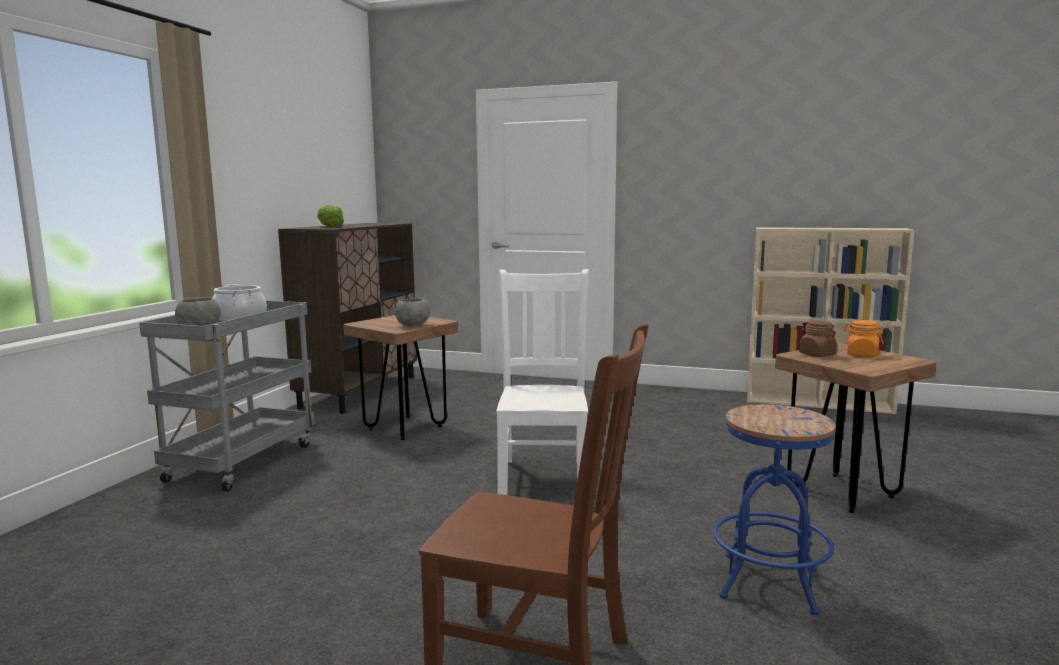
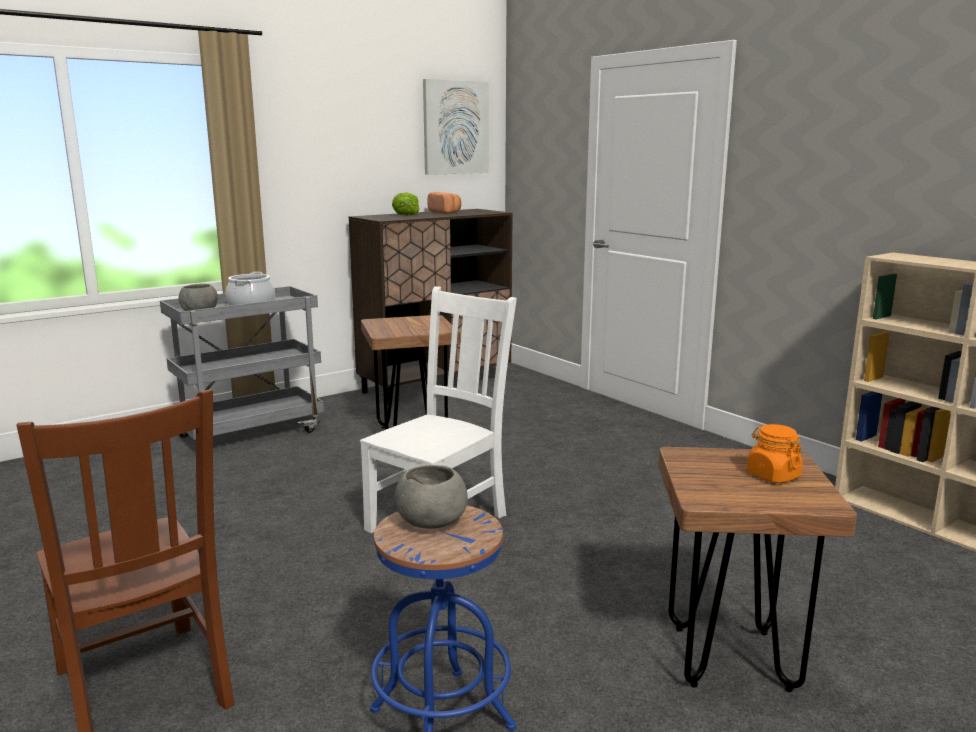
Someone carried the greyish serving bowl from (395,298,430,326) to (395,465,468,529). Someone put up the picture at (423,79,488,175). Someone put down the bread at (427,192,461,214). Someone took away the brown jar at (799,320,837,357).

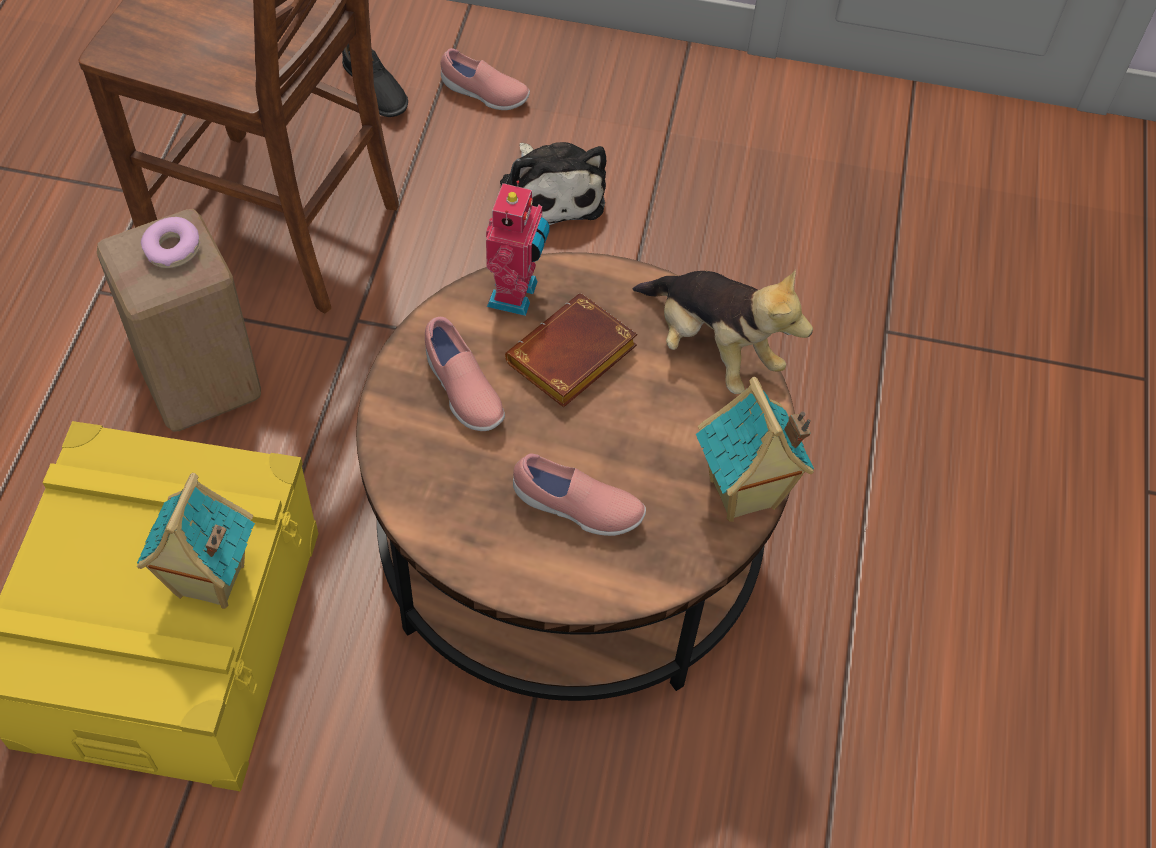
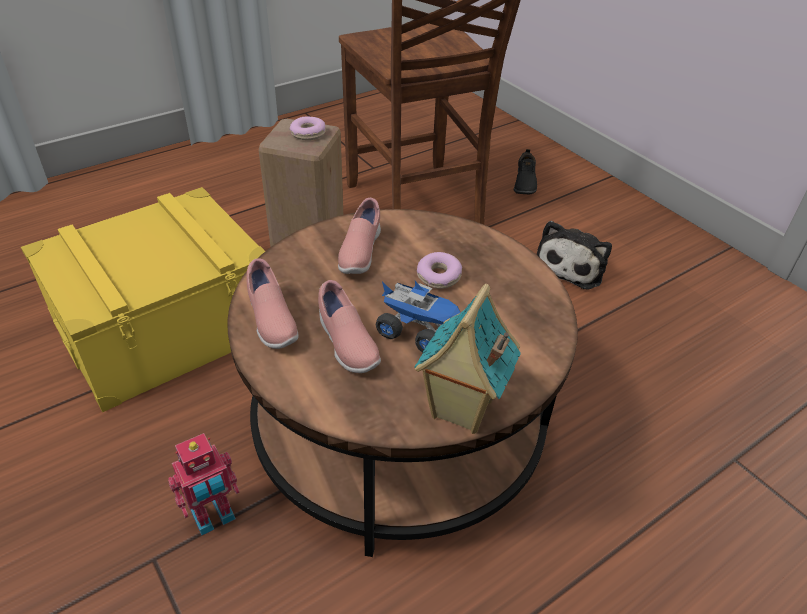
Someone carried the robot figure from (486,181,550,316) to (168,433,240,536). Someone carried the pinkish item of footwear from (441,48,530,110) to (247,258,299,349). Someone put down the toy lorry at (376,281,461,352). Someone swapped the brown bound book at (505,293,637,407) for the donut at (417,252,462,289). Someone took away the toy house at (137,473,255,609). Someone took away the soft toy at (633,269,813,394).

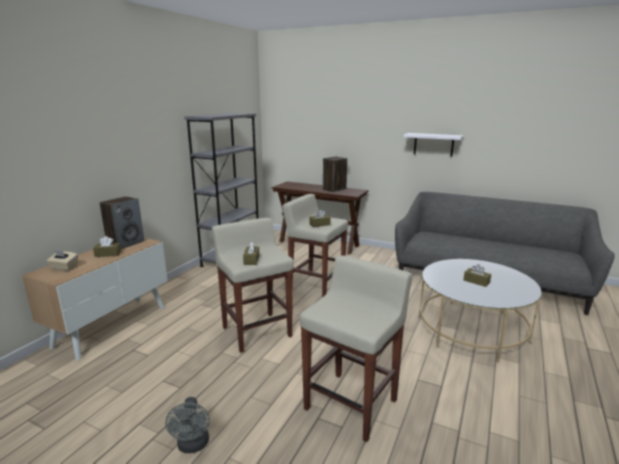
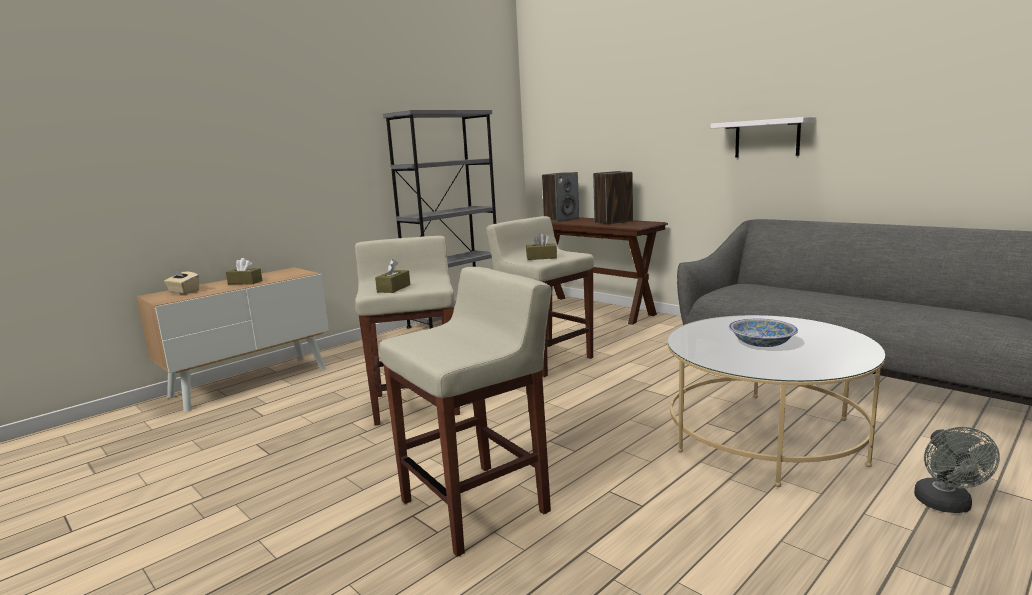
Someone carried the audio speaker from (100,196,144,249) to (542,172,579,222). Someone swapped the brown tissue holder at (464,264,491,287) for the serving bowl at (729,318,798,347). Someone carried the greyish cooling fan from (165,397,210,453) to (914,427,1000,513).

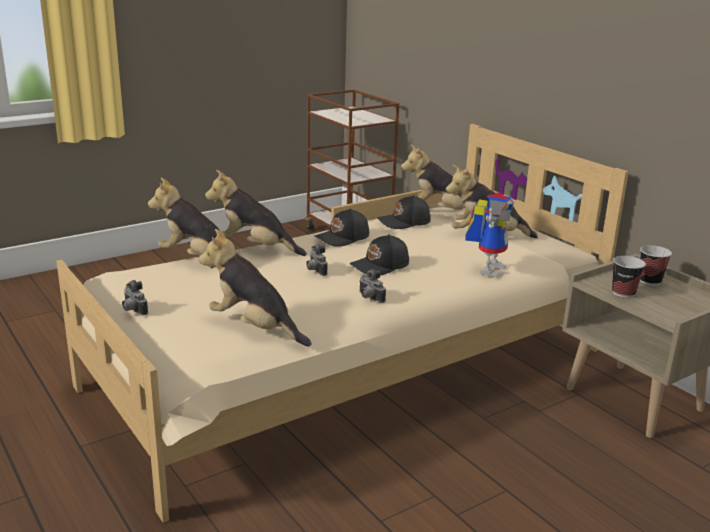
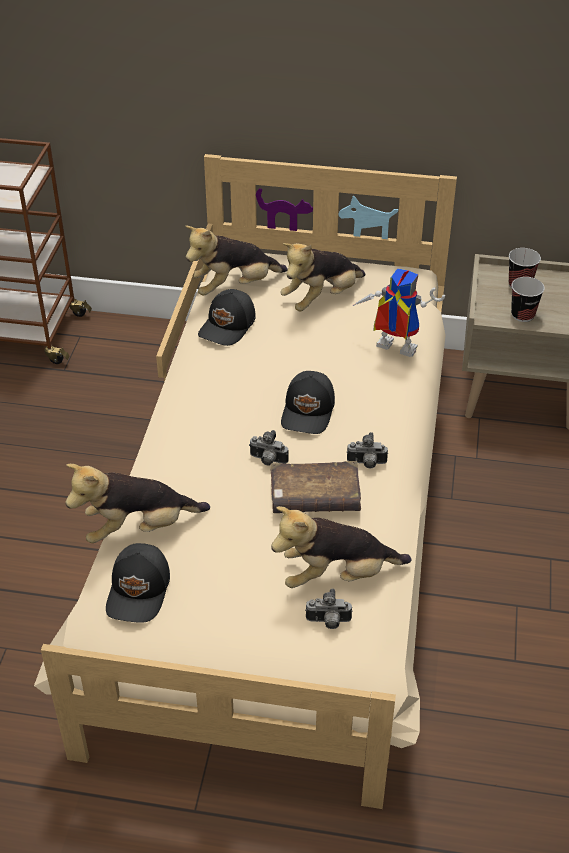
Someone carried the black peaked cap from (315,209,369,247) to (106,543,170,623). Someone put down the brown bound book at (270,461,361,513). Someone carried the photo camera from (122,280,148,316) to (305,589,353,629). Someone rotated the robot figure at (465,193,514,278) by 45 degrees counterclockwise. Someone took away the soft toy at (205,170,307,256).

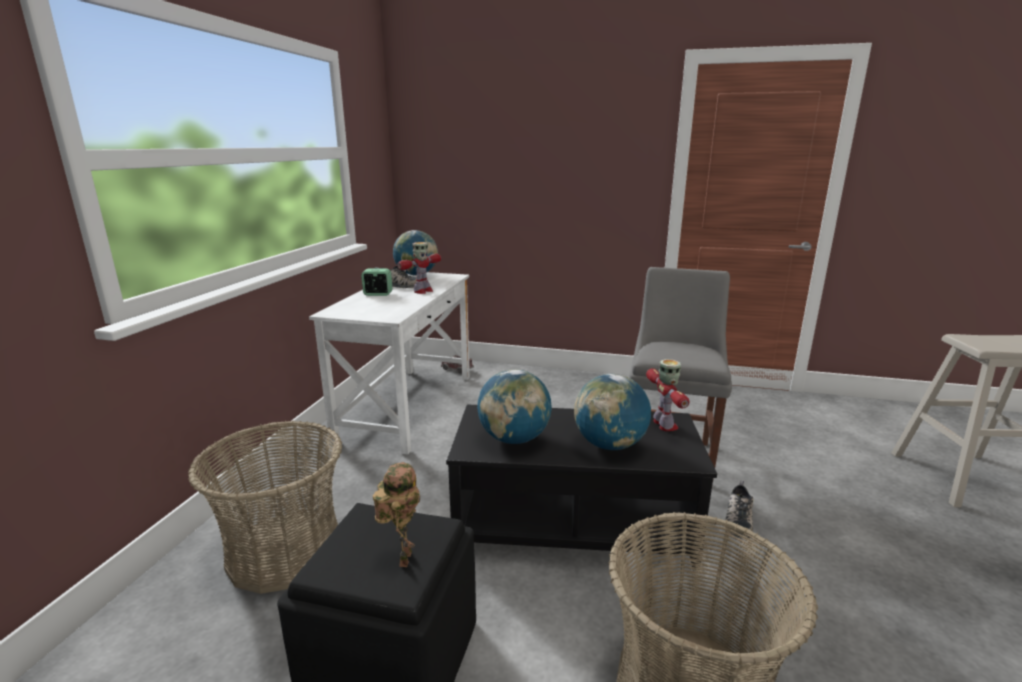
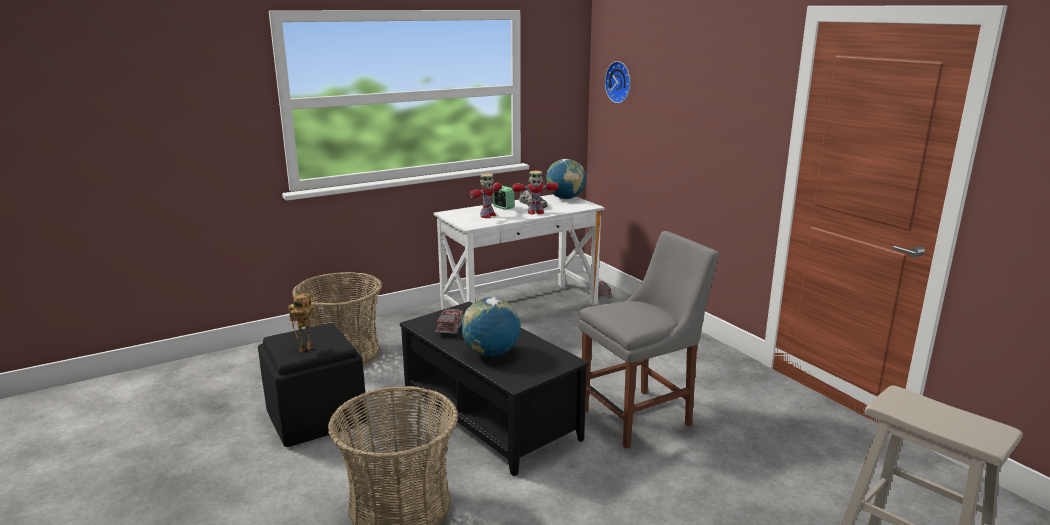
Someone swapped the desk globe at (477,369,552,444) for the toy lorry at (435,309,464,335). Someone carried the robot figure from (646,359,689,431) to (470,173,502,218). Someone put up the wall clock at (605,61,631,103). Someone took away the item of footwear at (725,480,753,539).

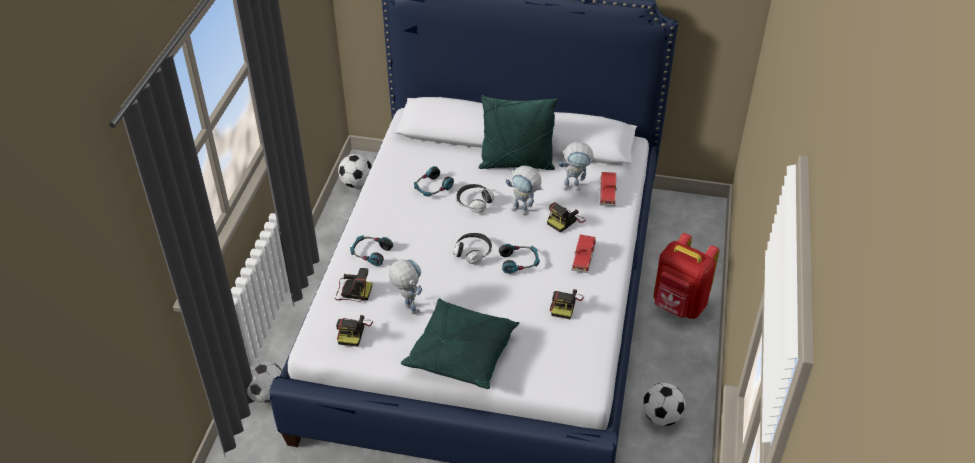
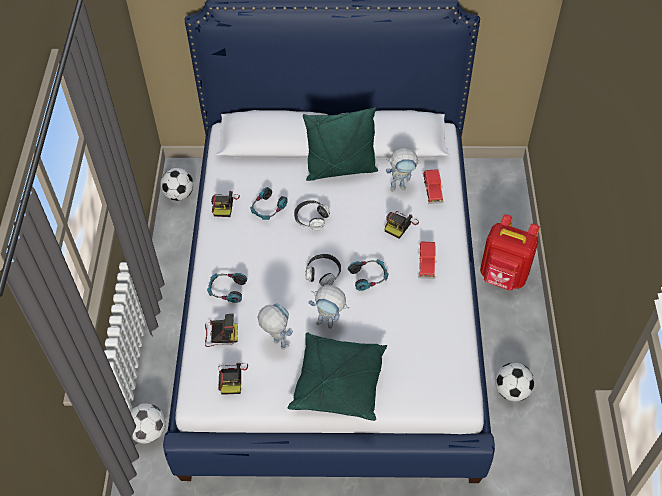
Someone carried the photo camera from (550,289,584,319) to (211,191,240,217). Someone carried the robot figure from (506,166,543,215) to (309,285,349,329).

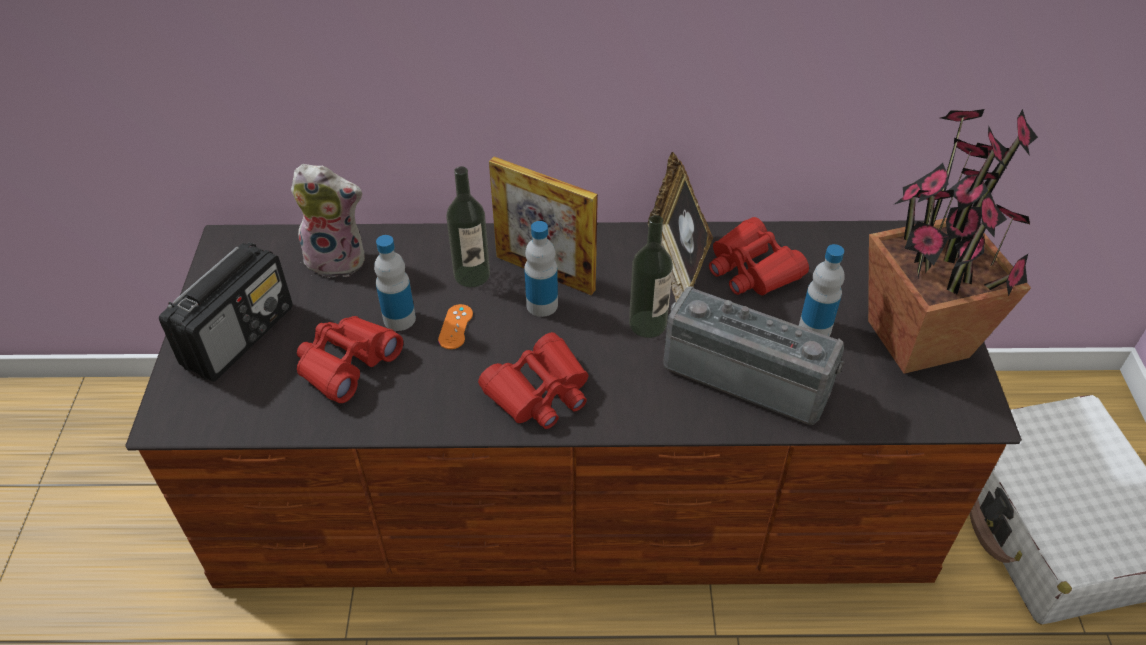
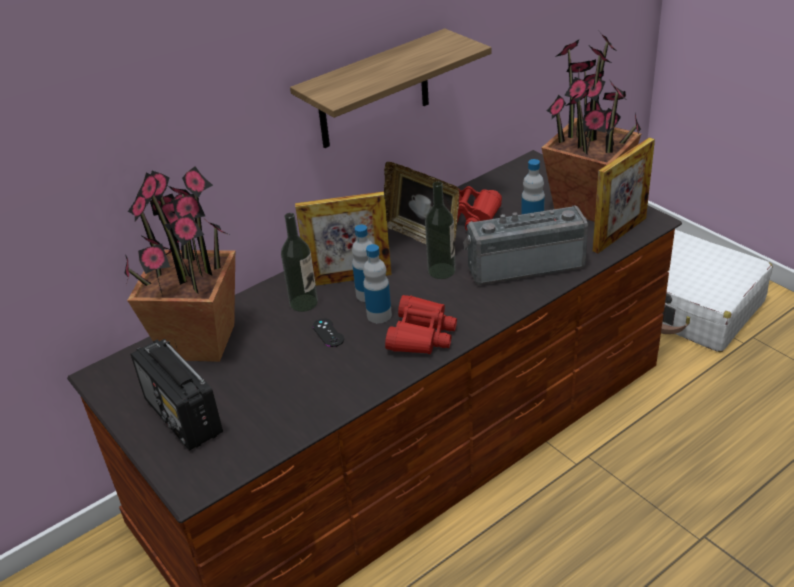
Someone swapped the soft toy at (291,164,365,278) for the houseplant at (125,166,235,362). Someone rotated the radio set at (159,243,293,382) by 150 degrees clockwise. Someone put up the bracket shelf at (290,29,492,148). Someone repainted the orangey gamepad at (438,304,473,349), which became the black gamepad at (313,318,344,347). Someone carried the bottle from (374,235,416,331) to (363,244,392,323). Someone put down the standing frame at (593,137,655,254). Someone took away the red field glasses at (297,316,403,403).

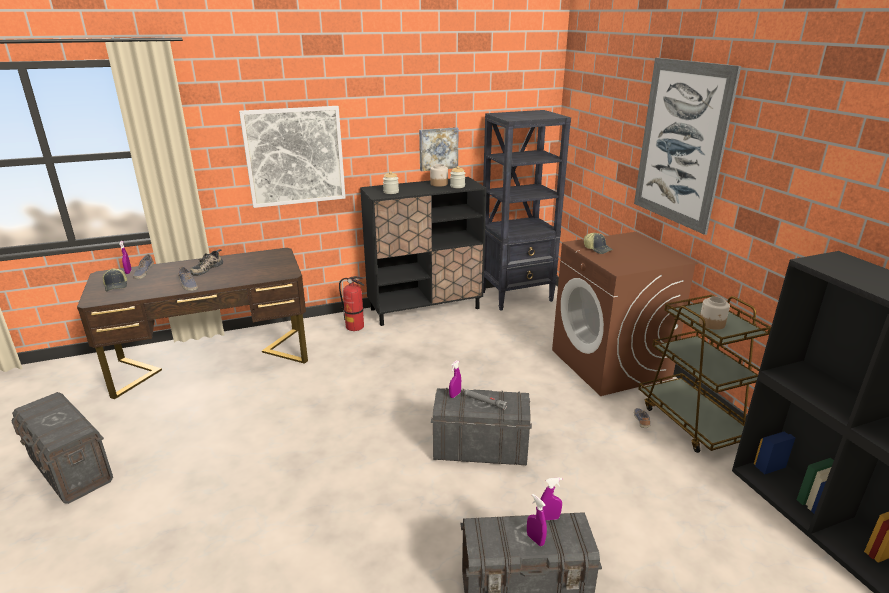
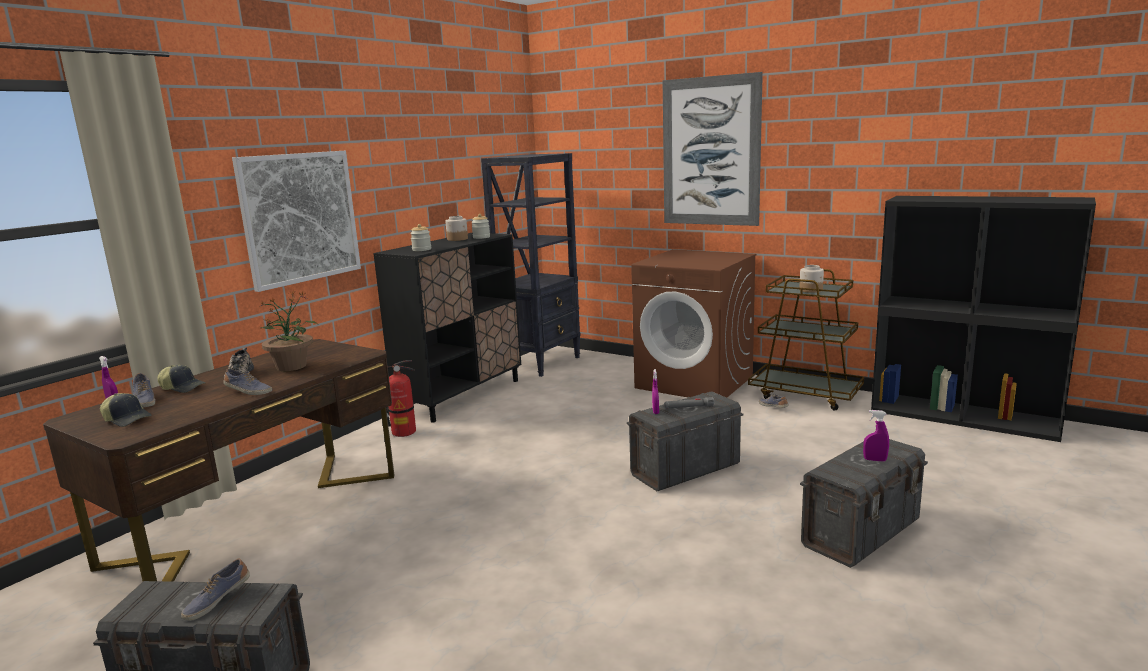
Someone carried the peaked cap from (584,233,613,254) to (157,365,206,393). Someone put down the item of footwear at (181,558,250,621). Someone put down the houseplant at (259,289,317,371). Someone took away the picture at (419,127,459,171). Someone took away the purple sprayer at (541,477,562,520).

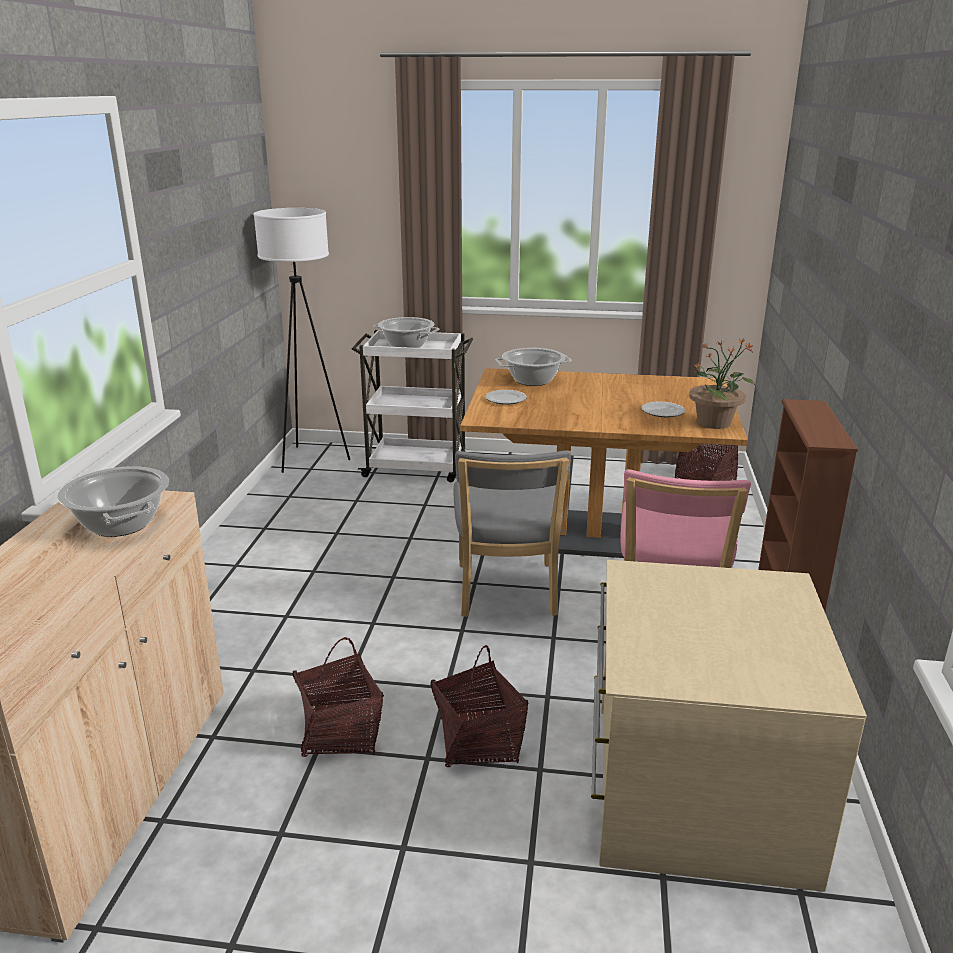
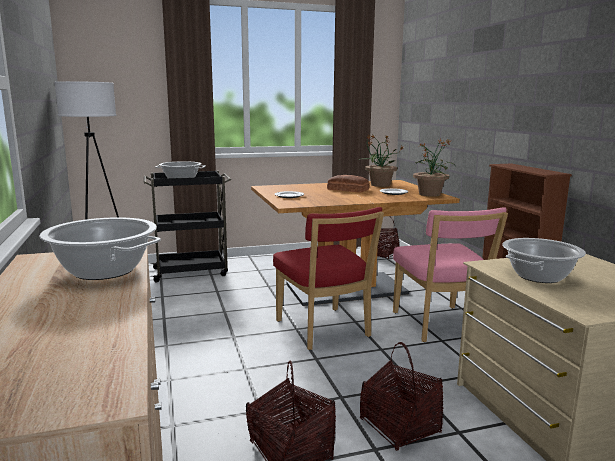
Someone repainted the white cart at (351,330,473,482), which became the black cart at (144,171,231,282). Someone repainted the greyish chair at (453,450,571,617), which became the red chair at (273,207,384,350). Someone put down the bread at (327,175,369,193). Someone put down the houseplant at (358,134,403,187). Someone carried the cooking pot from (496,348,572,386) to (502,238,586,283).

